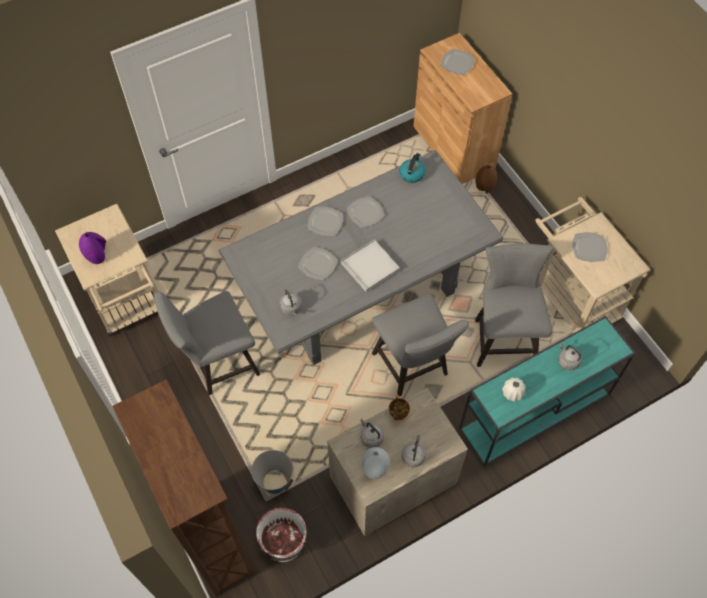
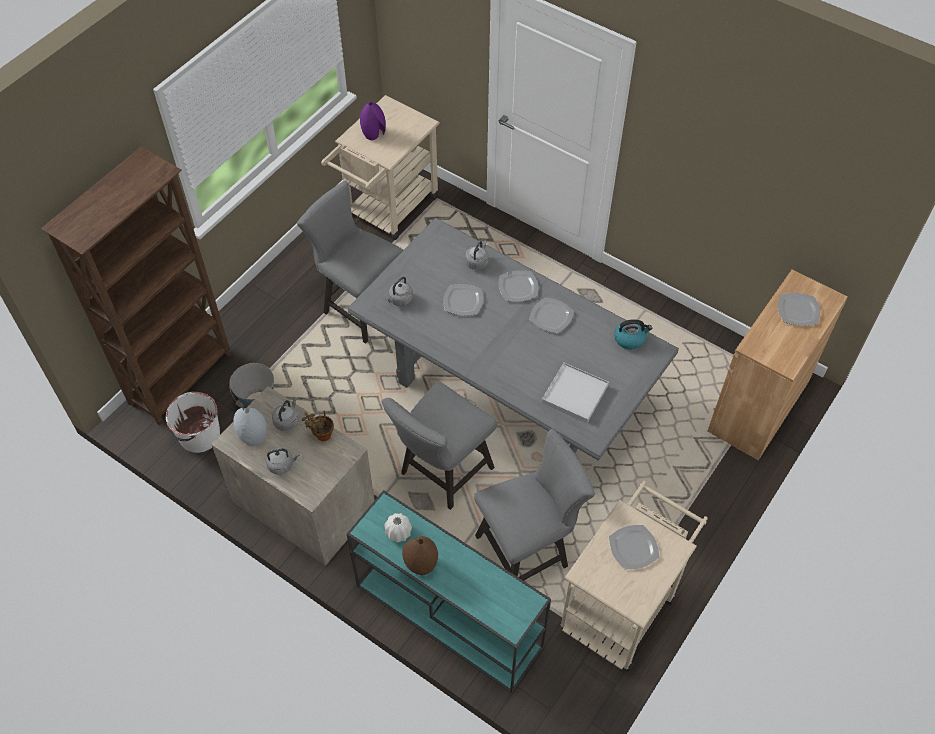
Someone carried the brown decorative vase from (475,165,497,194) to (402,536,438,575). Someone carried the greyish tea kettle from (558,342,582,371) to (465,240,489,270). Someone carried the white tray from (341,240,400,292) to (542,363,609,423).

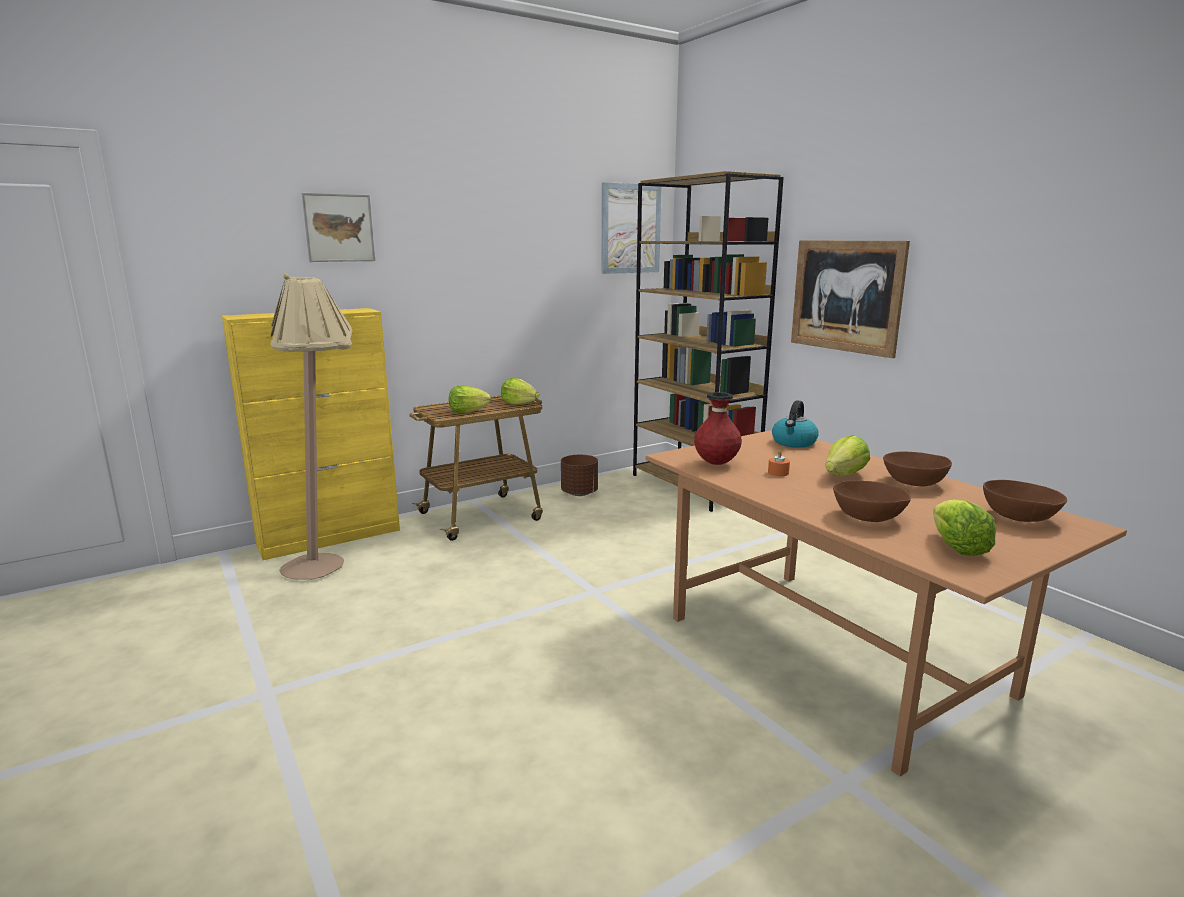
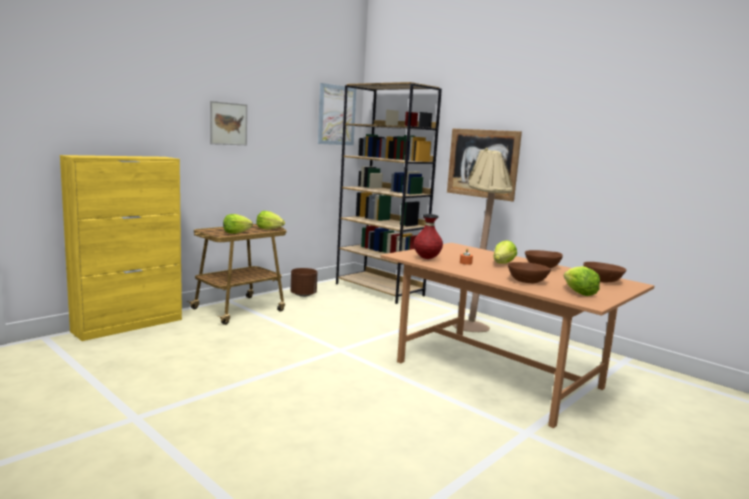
Someone carried the picture from (302,193,375,262) to (210,101,247,145). Someone carried the sand-coloured standard lamp from (270,274,352,580) to (453,148,513,332). Someone took away the tea kettle at (772,400,819,448).

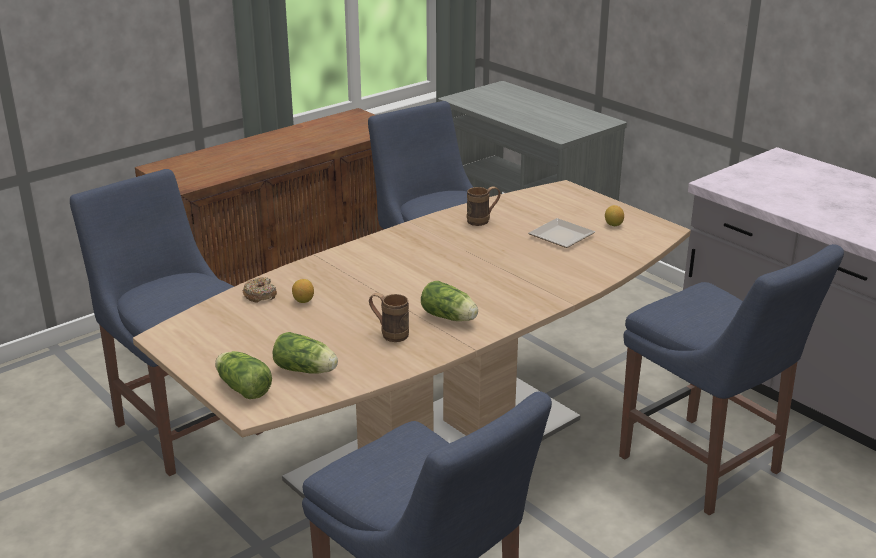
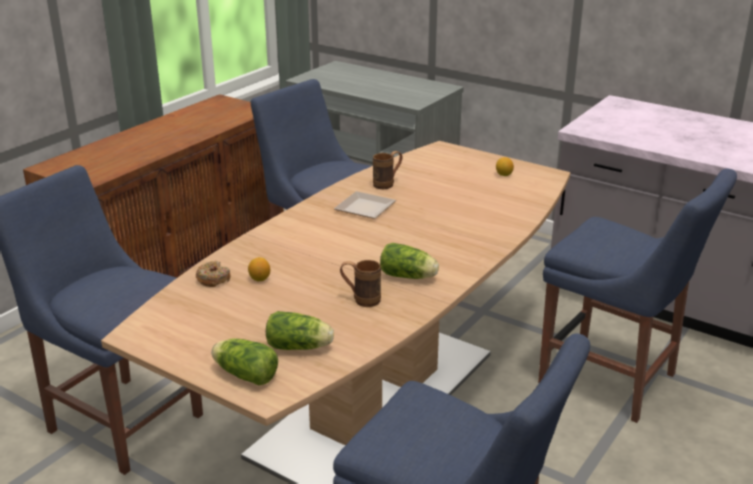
Someone carried the plate from (528,218,595,248) to (334,191,396,219).

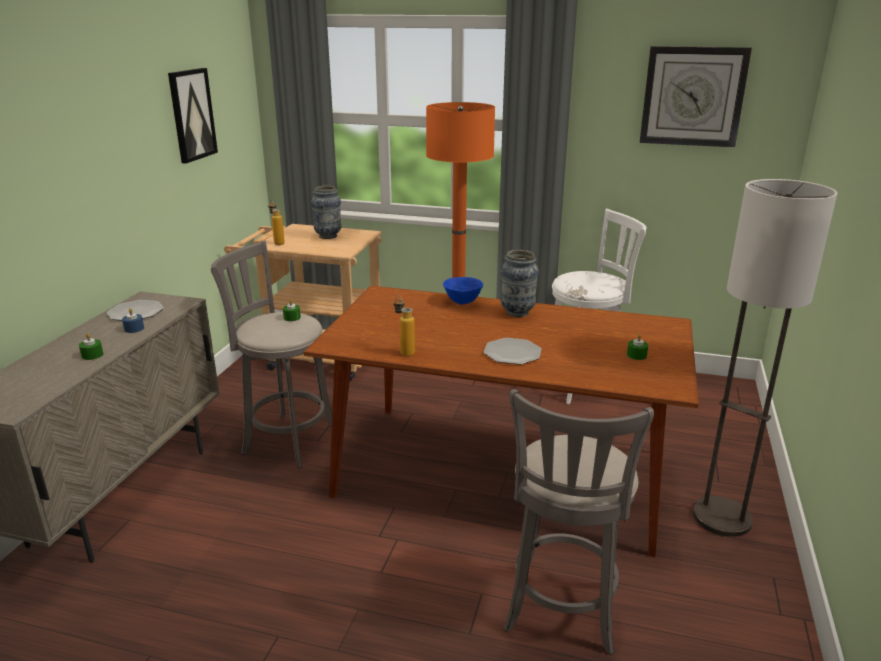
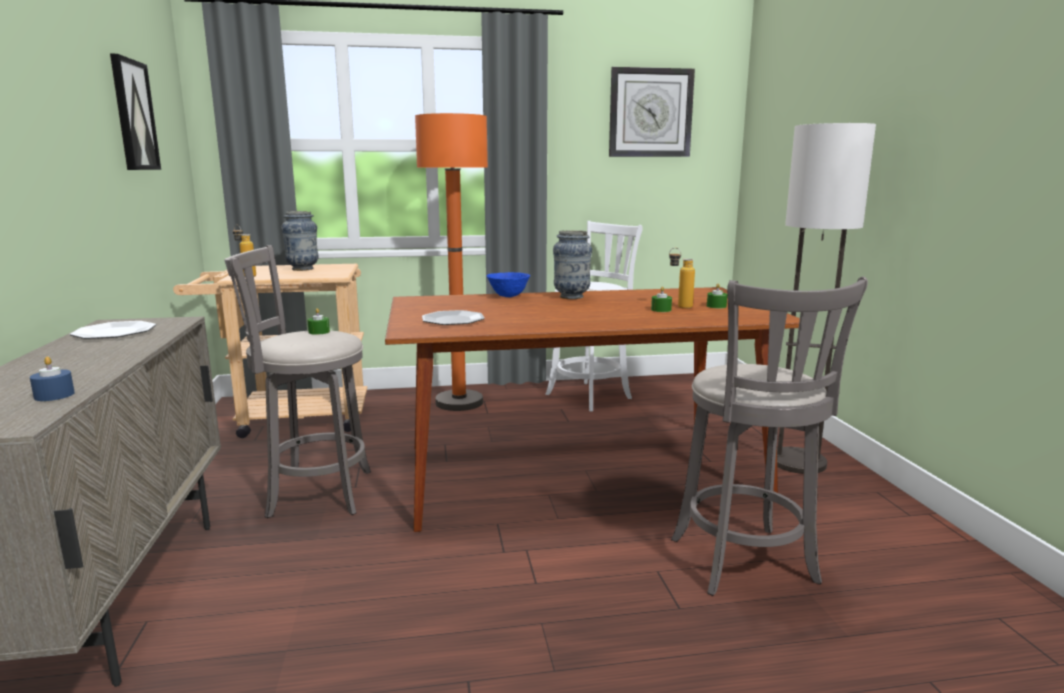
Someone carried the blue-coloured wax candle from (122,308,144,333) to (30,356,75,401). Someone carried the plate from (483,338,542,365) to (422,310,485,325). Someone carried the green-coloured wax candle from (79,333,103,360) to (651,286,672,312). Someone carried the bottle from (394,295,415,357) to (669,248,695,309).

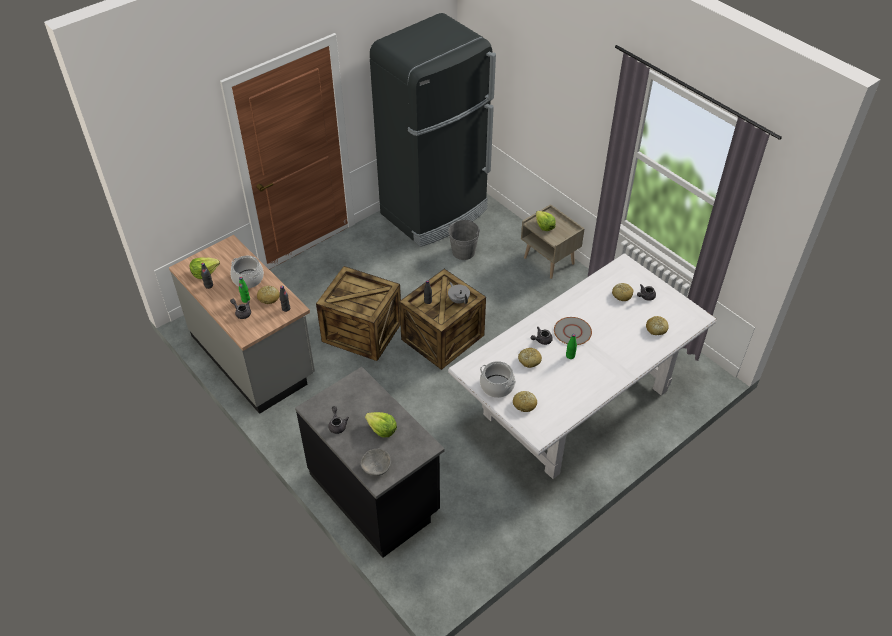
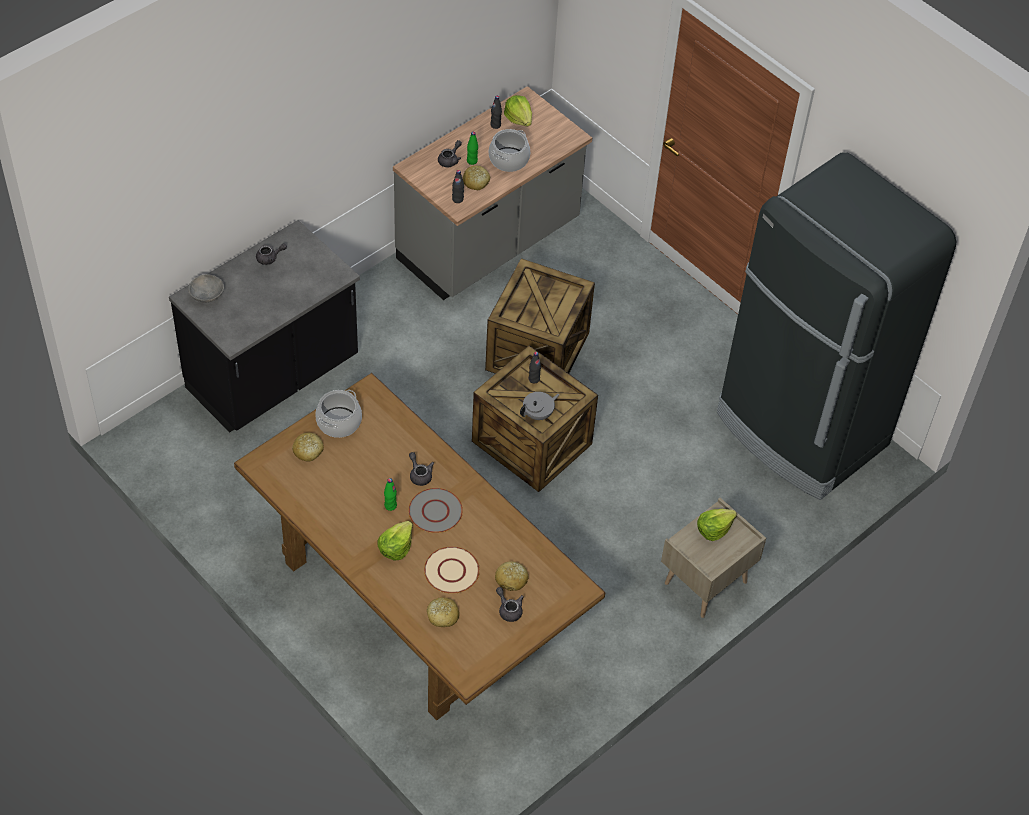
Someone repainted the white kitchen table at (448,253,717,479), which became the brown kitchen table at (234,373,605,720). Someone carried the lettuce from (365,412,397,438) to (377,521,413,561). Someone put down the sand-coloured plate at (424,546,480,594). Someone took away the greyish pail at (448,220,480,260). Someone took away the bread at (518,348,542,368).

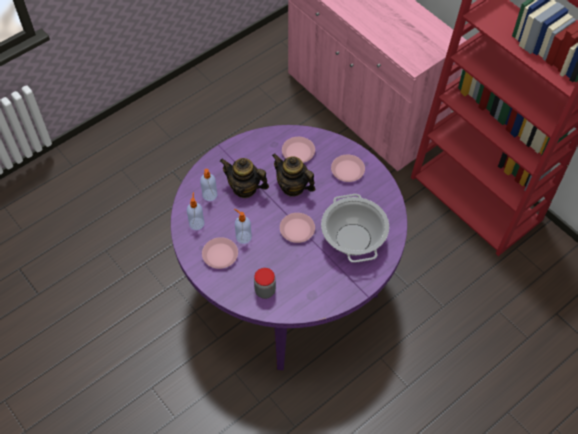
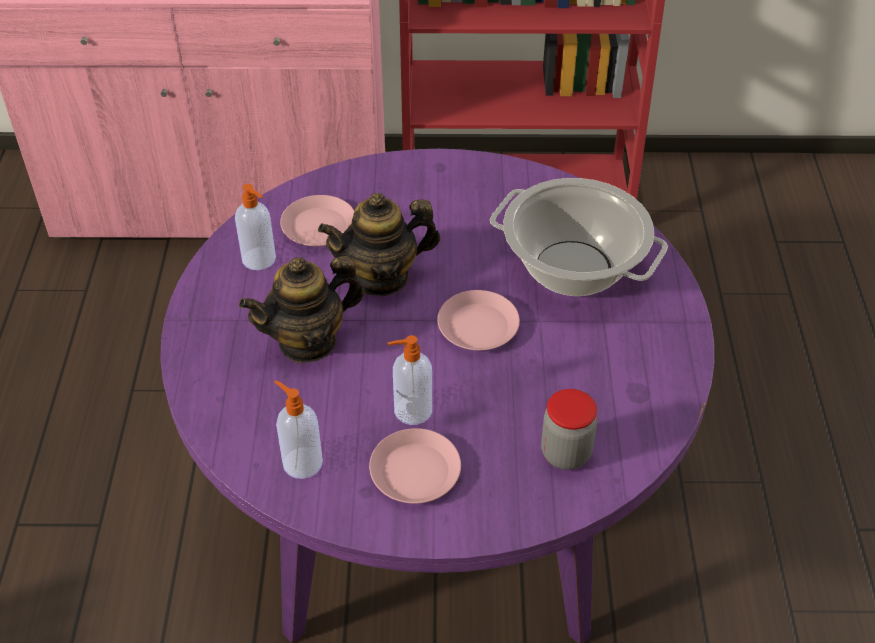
Someone carried the soap dispenser from (200,169,217,201) to (235,184,276,270). Someone took away the pinkish plate at (331,154,365,182).

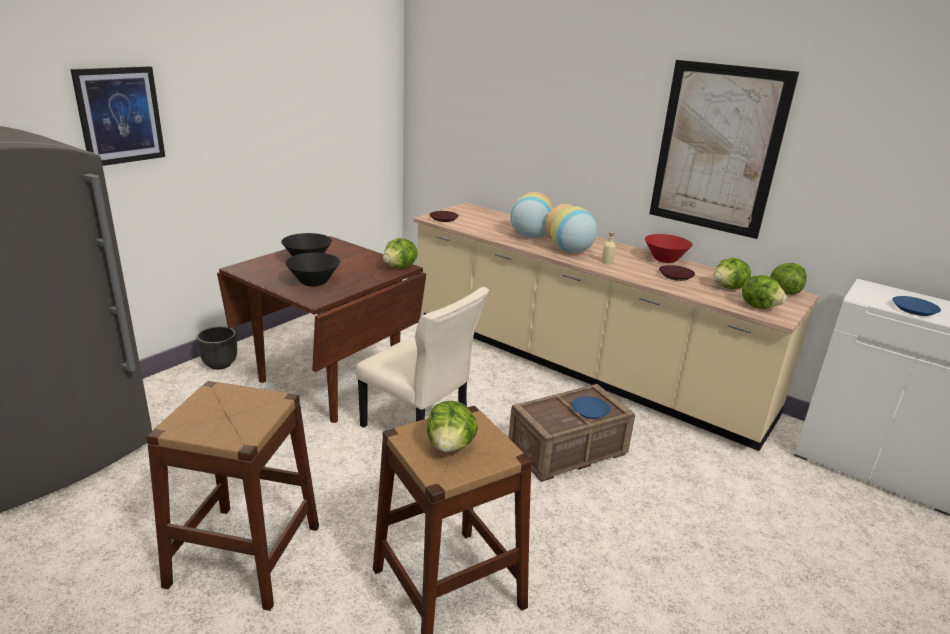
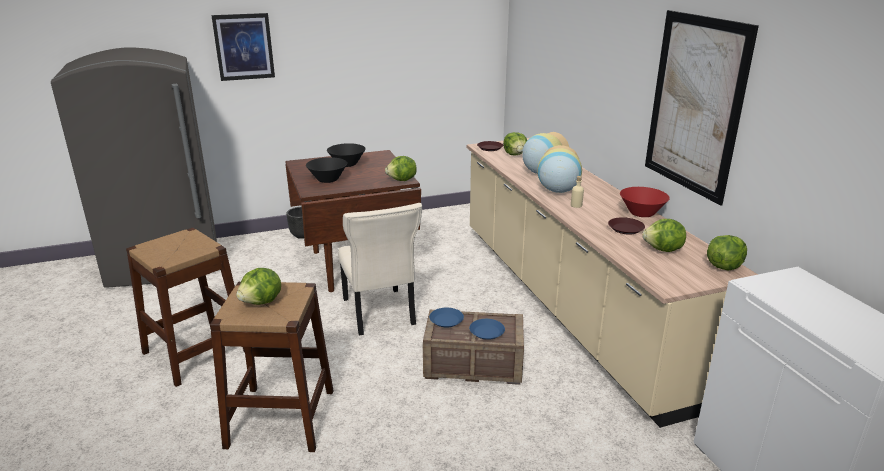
Someone carried the blue-coloured plate from (893,296,941,316) to (429,308,464,328). Someone carried the lettuce from (742,275,787,309) to (503,132,527,156).

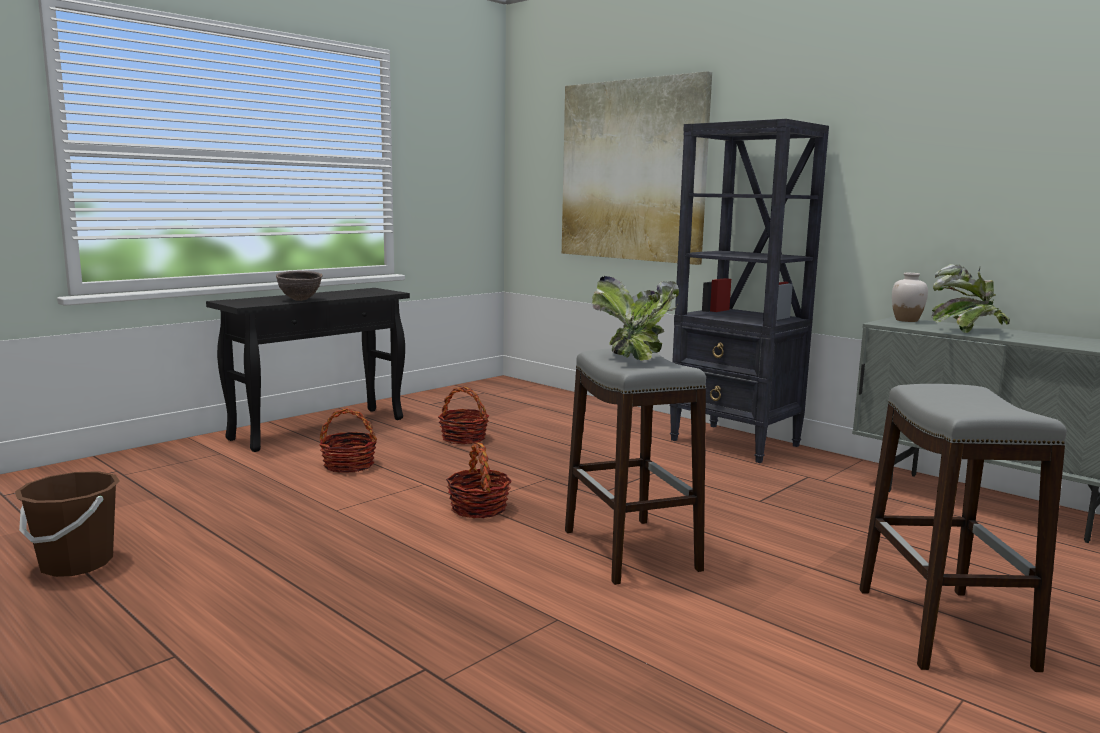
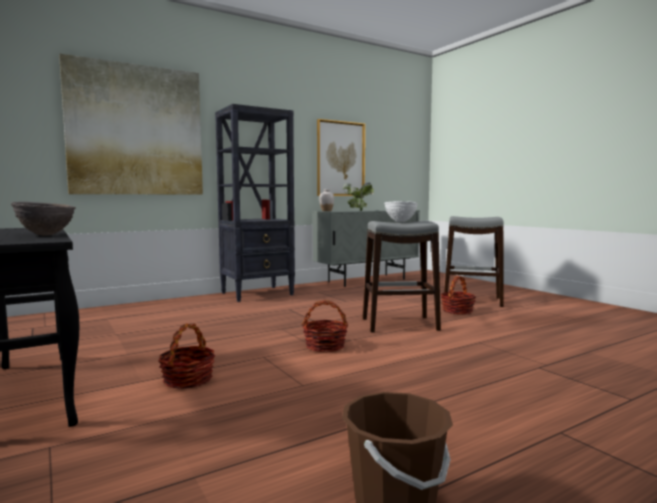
Someone put up the picture at (317,119,365,196). Someone swapped the houseplant at (592,276,679,361) for the white serving bowl at (384,201,418,222). Someone carried the household basket from (438,387,489,444) to (441,275,476,314).

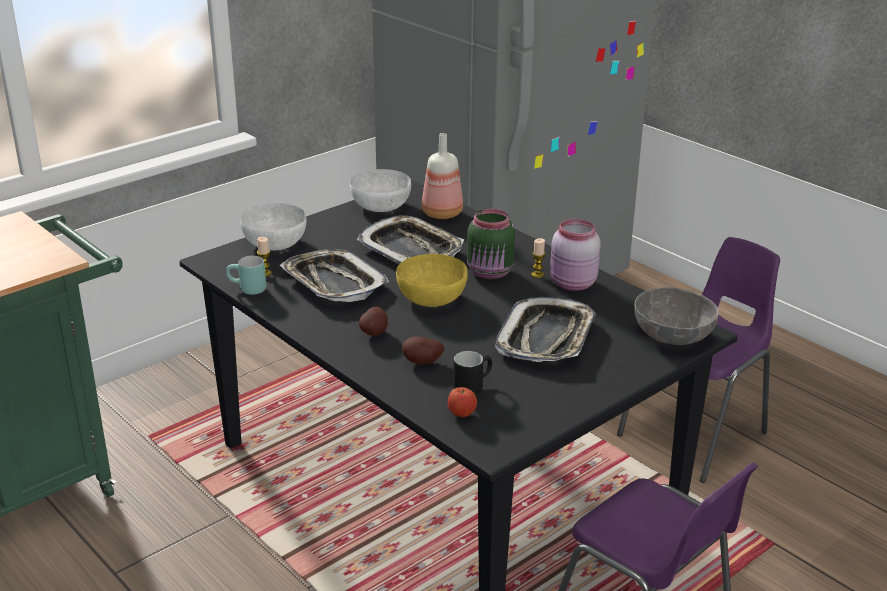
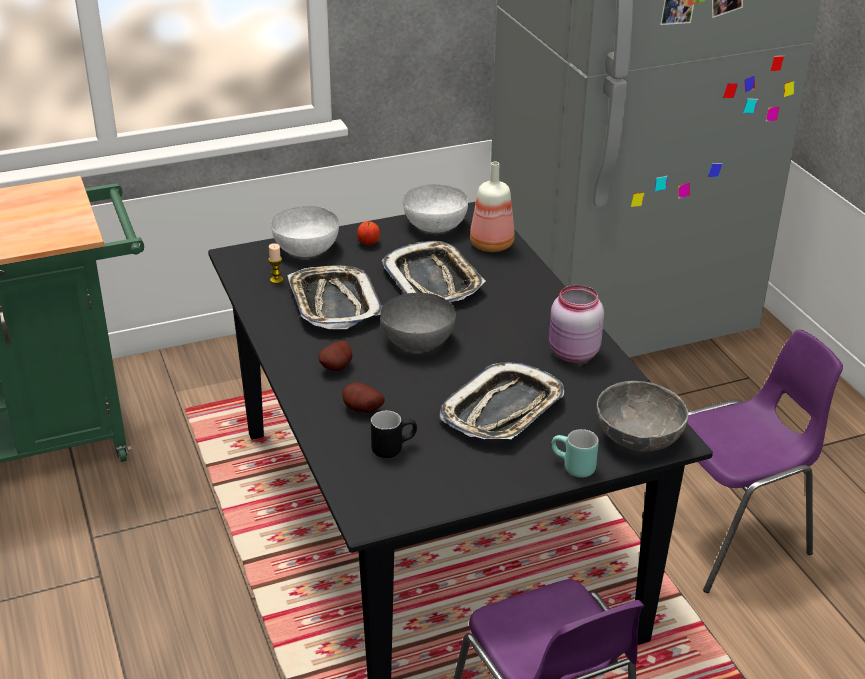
Someone carried the whole apple from (448,387,477,417) to (357,221,380,245). Someone repainted the yellow-coloured serving bowl at (396,254,468,307), which became the greyish serving bowl at (380,293,456,351). Someone carried the blue-green mug from (226,256,266,295) to (551,429,599,478). Someone took away the green-coloured jar at (467,208,515,279). Someone took away the wax candle at (531,238,546,278).

